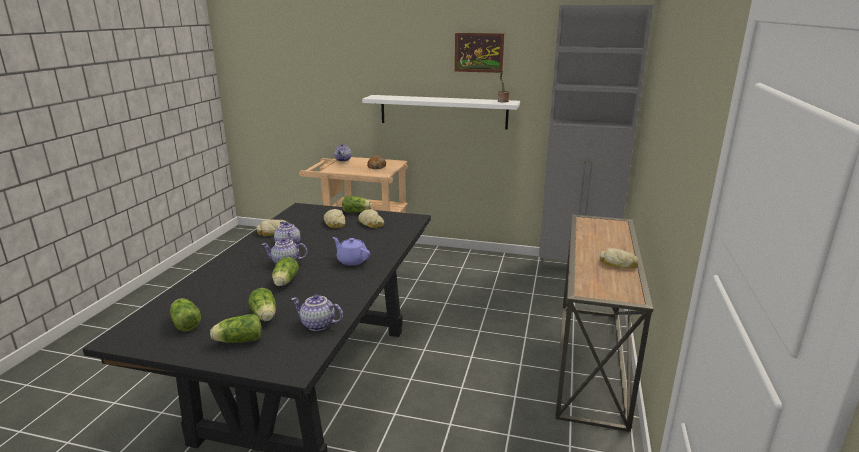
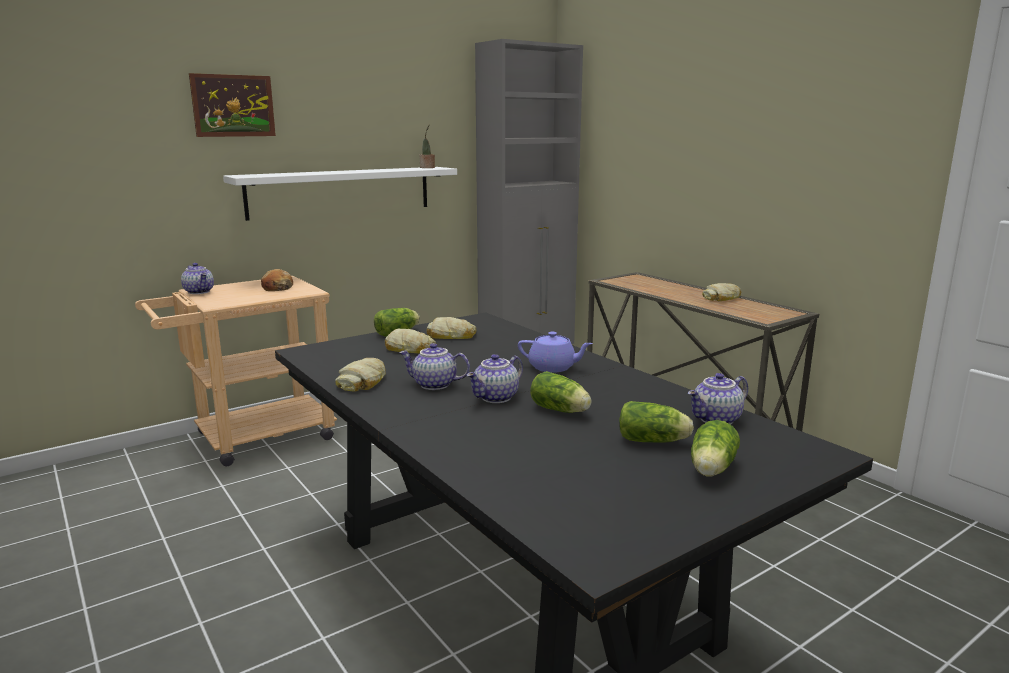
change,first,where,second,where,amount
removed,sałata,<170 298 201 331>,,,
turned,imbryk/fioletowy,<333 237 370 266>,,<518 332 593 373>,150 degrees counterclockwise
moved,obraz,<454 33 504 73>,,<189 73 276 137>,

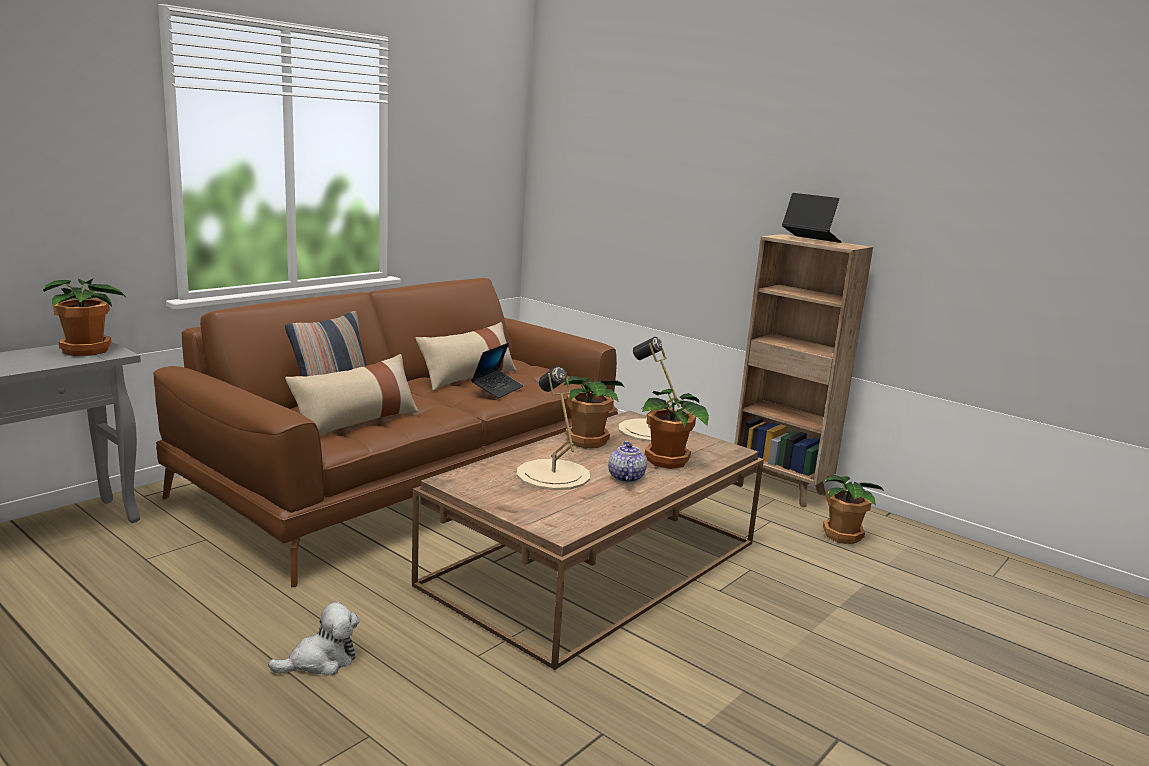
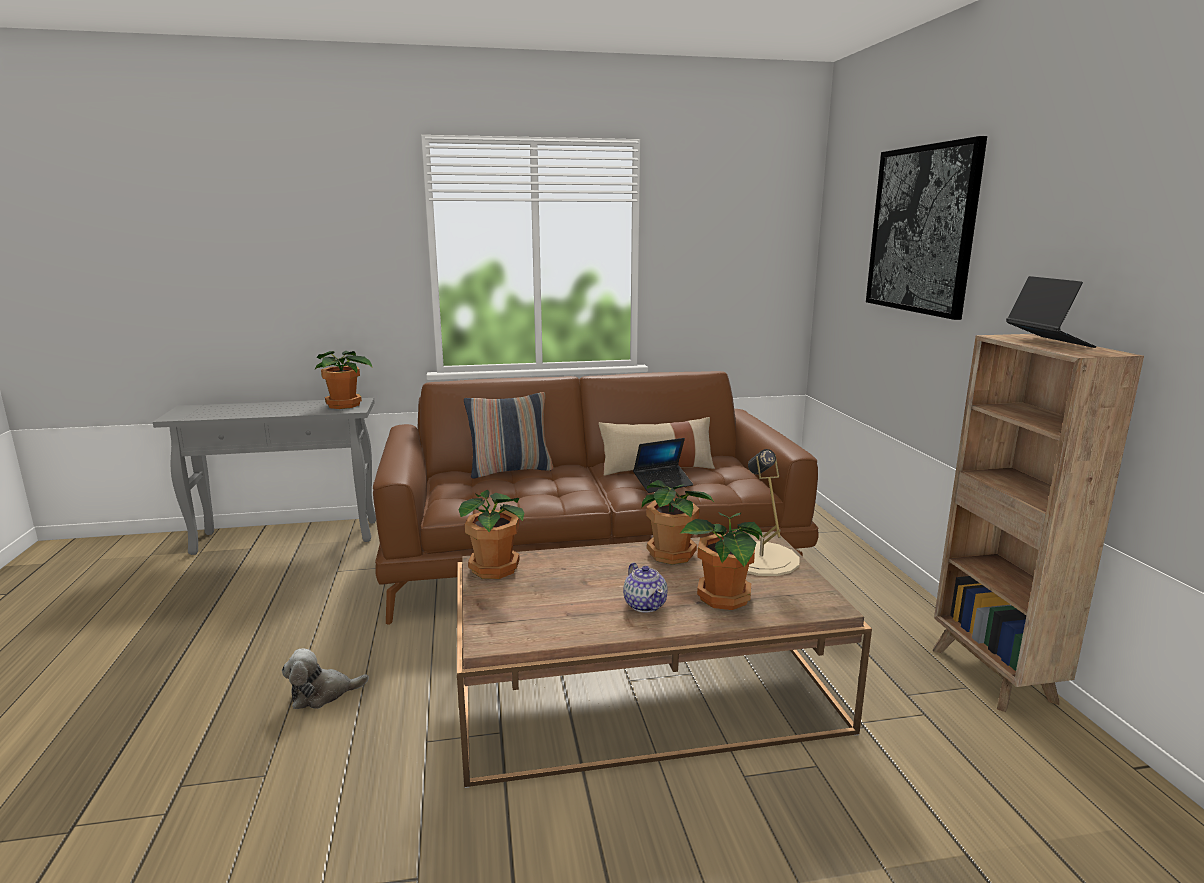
change,first,where,second,where,amount
turned,pluszak,<268 602 359 676>,,<282 648 369 709>,150 degrees clockwise
removed,poduszka/beżowy,<285 354 419 436>,,,
removed,lampa stołowa/beżowy,<517 366 590 490>,,,
turned,imbryk,<608 441 647 483>,,<623 563 668 613>,120 degrees clockwise
moved,roślina doniczkowa,<823 475 885 544>,,<459 490 525 579>,
added,,,obraz,<866 136 987 320>,

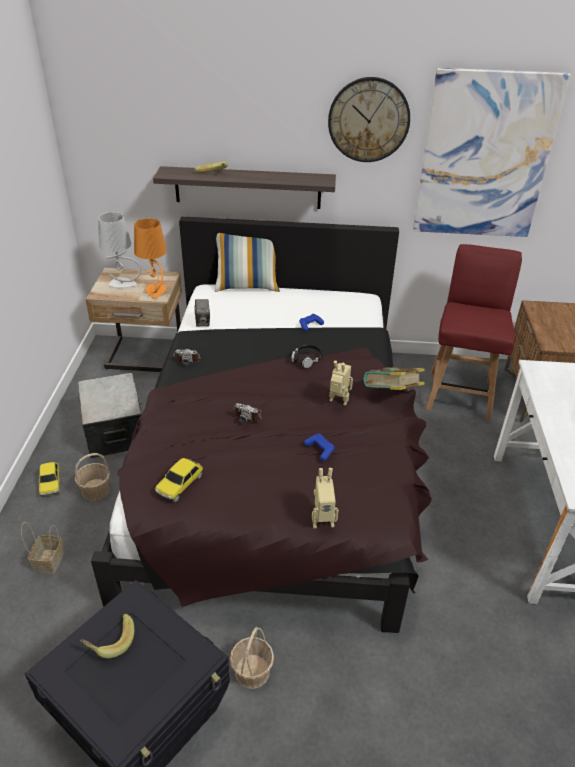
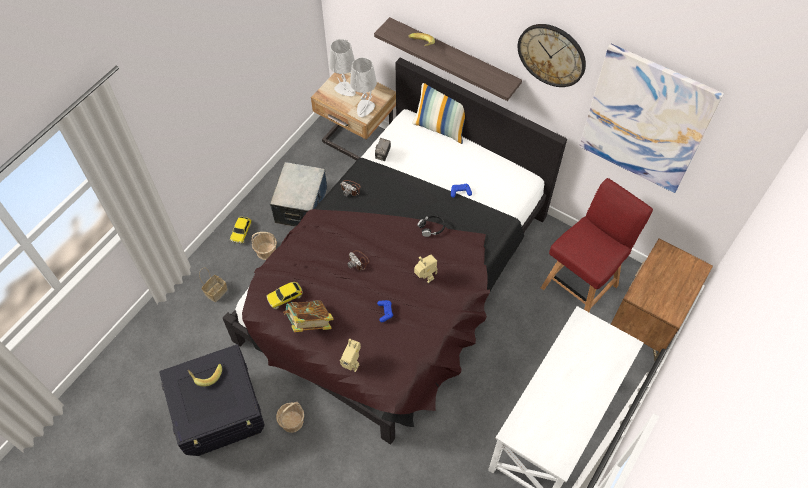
change,first,where,second,where,amount
recoloured,lampa stołowa/pomarańczowy,<134 218 167 298>,lampa stołowa/szary,<350 57 377 117>,
moved,książka,<363 367 424 390>,,<283 300 334 332>,

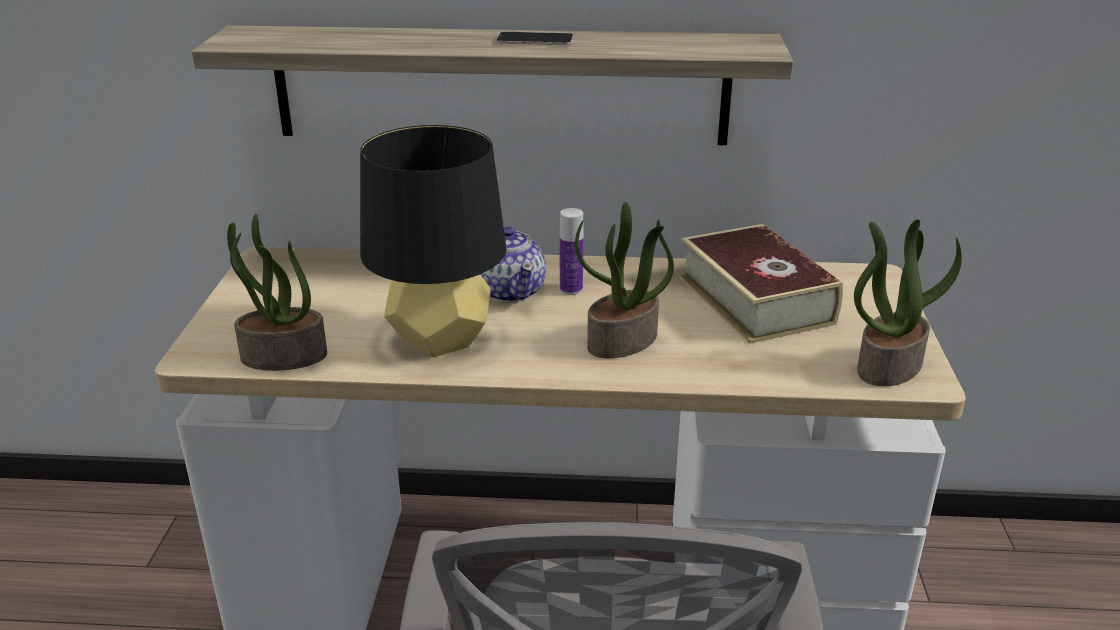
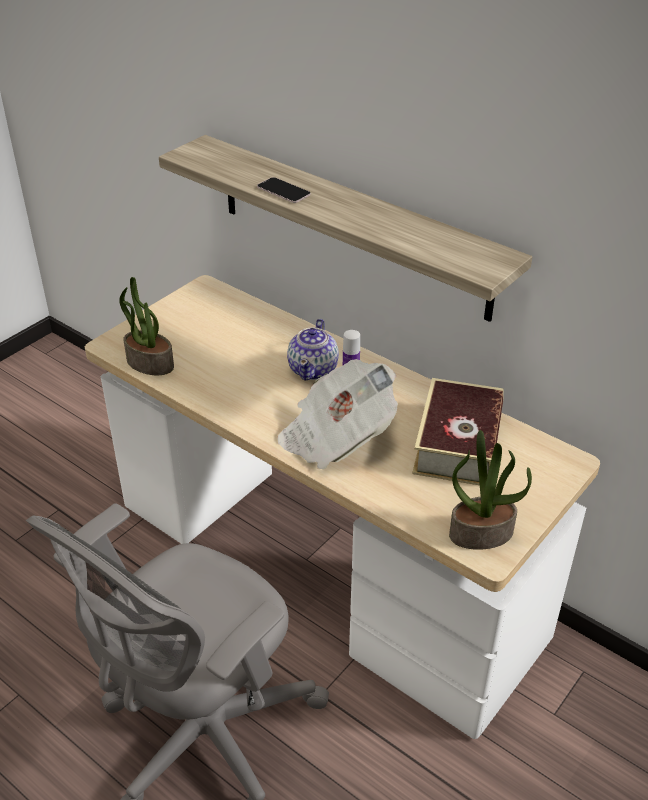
change,first,where,second,where,amount
removed,lampa stołowa/czarny,<360 125 507 357>,,,
moved,telefon,<496 32 574 45>,,<257 177 311 203>,
replaced,roślina doniczkowa,<575 202 674 359>,gazeta,<277 359 398 470>,

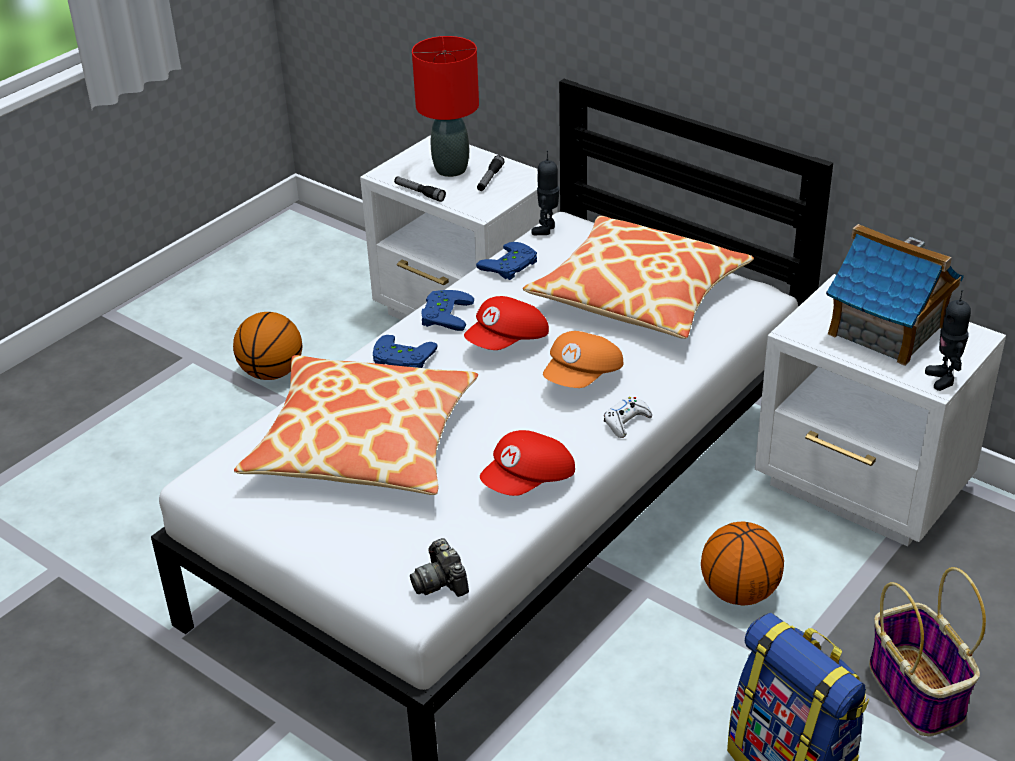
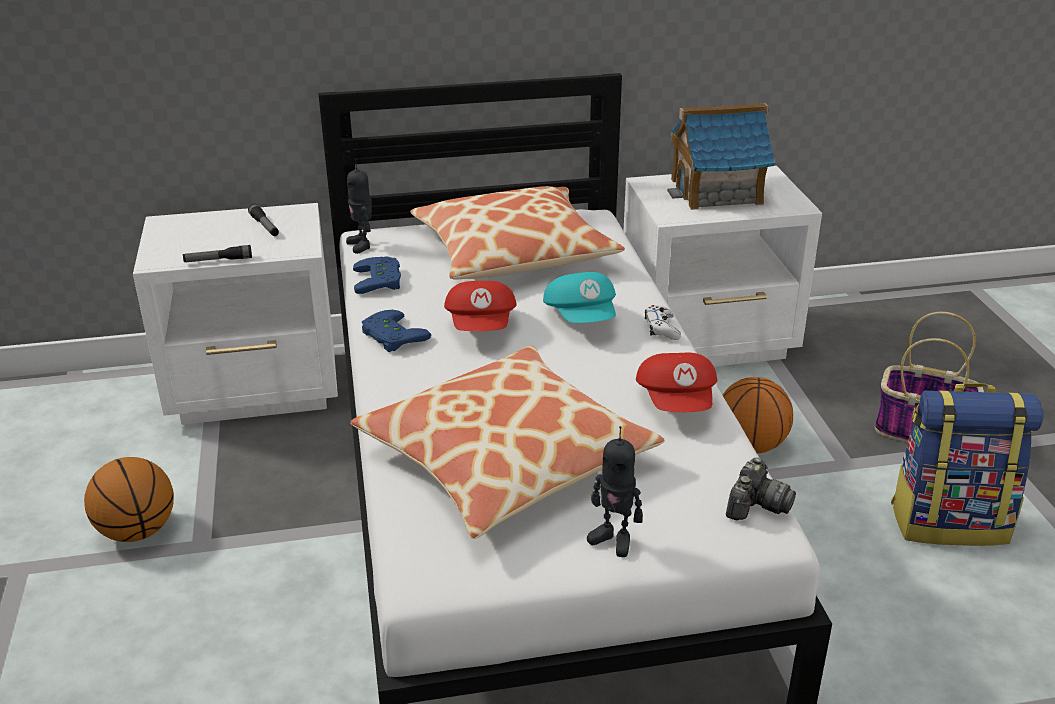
change,first,where,second,where,amount
removed,pad do gier/niebieski,<373 335 438 368>,,,
turned,aparat fotograficzny,<410 538 469 597>,,<726 458 796 520>,75 degrees counterclockwise
removed,lampa stołowa/czerwony,<412 36 479 177>,,,
recoloured,czapka z daszkiem/pomarańczowy,<543 331 623 388>,czapka z daszkiem/turkusowy,<543 272 616 323>,
moved,robot zabawkowy,<925 290 971 391>,,<587 426 643 557>,

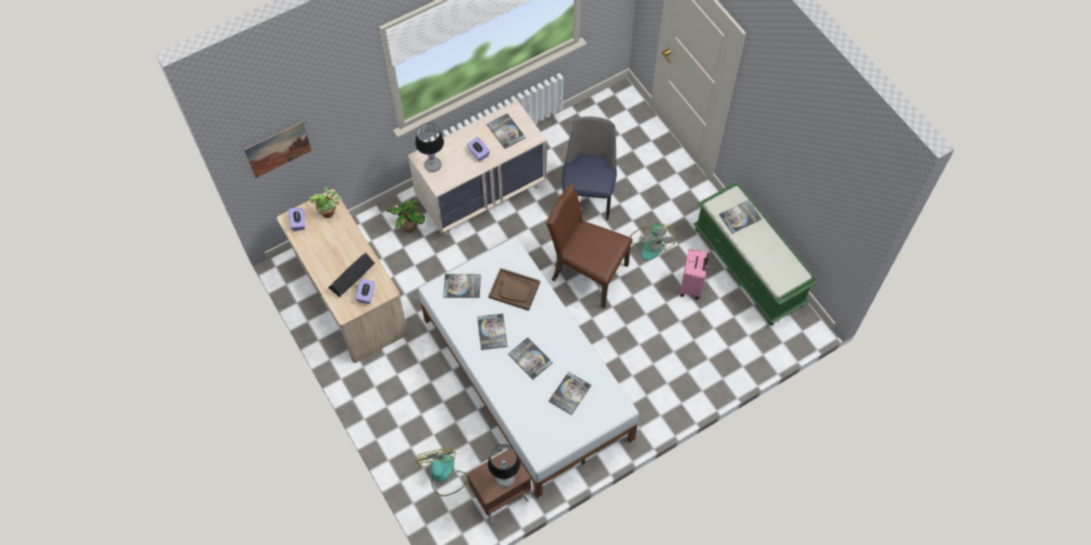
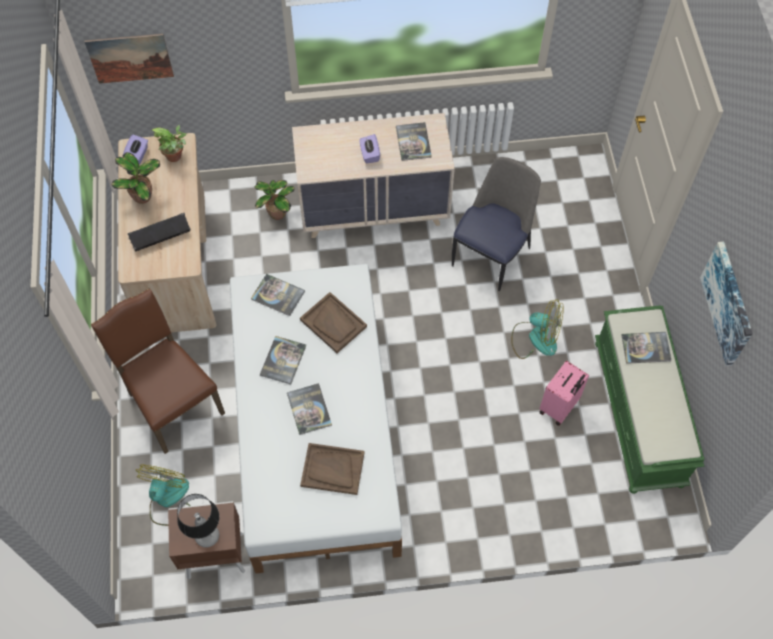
change,first,where,second,where,amount
removed,pudełko chusteczek/fioletowy,<356 279 375 304>,,,
removed,lampa stołowa,<415 123 444 172>,,,
moved,krzesło/brązowy,<546 184 633 308>,,<91 289 225 454>,
replaced,książka,<548 372 591 415>,taca/brązowy,<300 443 365 495>,
turned,wentylator,<630 223 678 260>,,<511 299 564 359>,90 degrees counterclockwise
added,,,roślina doniczkowa,<111 152 160 204>,
added,,,obraz,<700 241 753 366>,

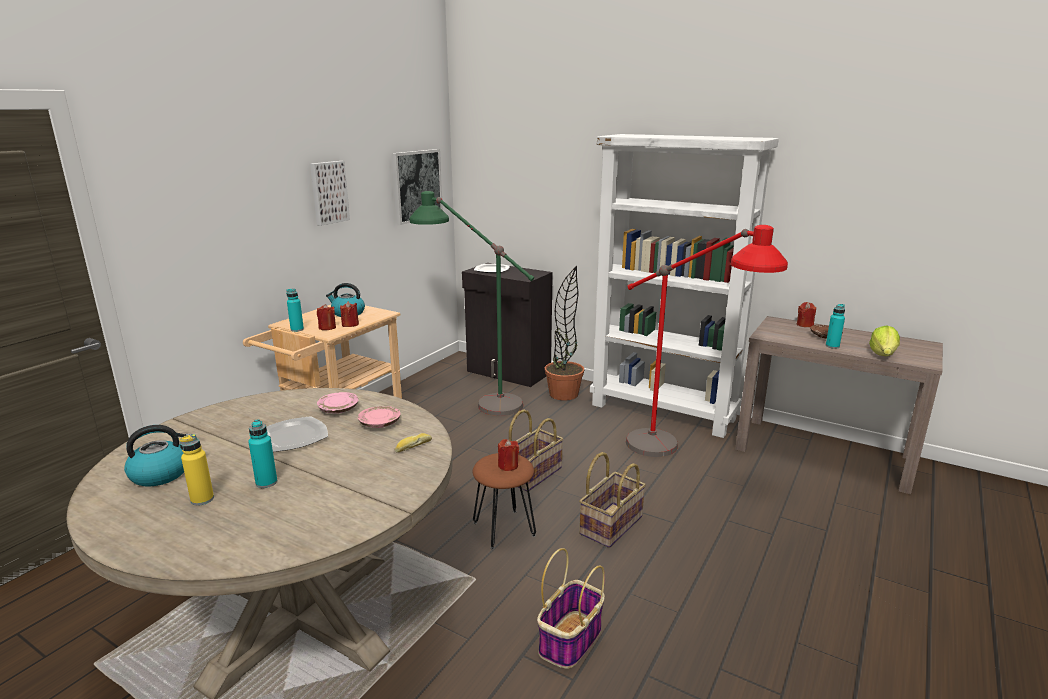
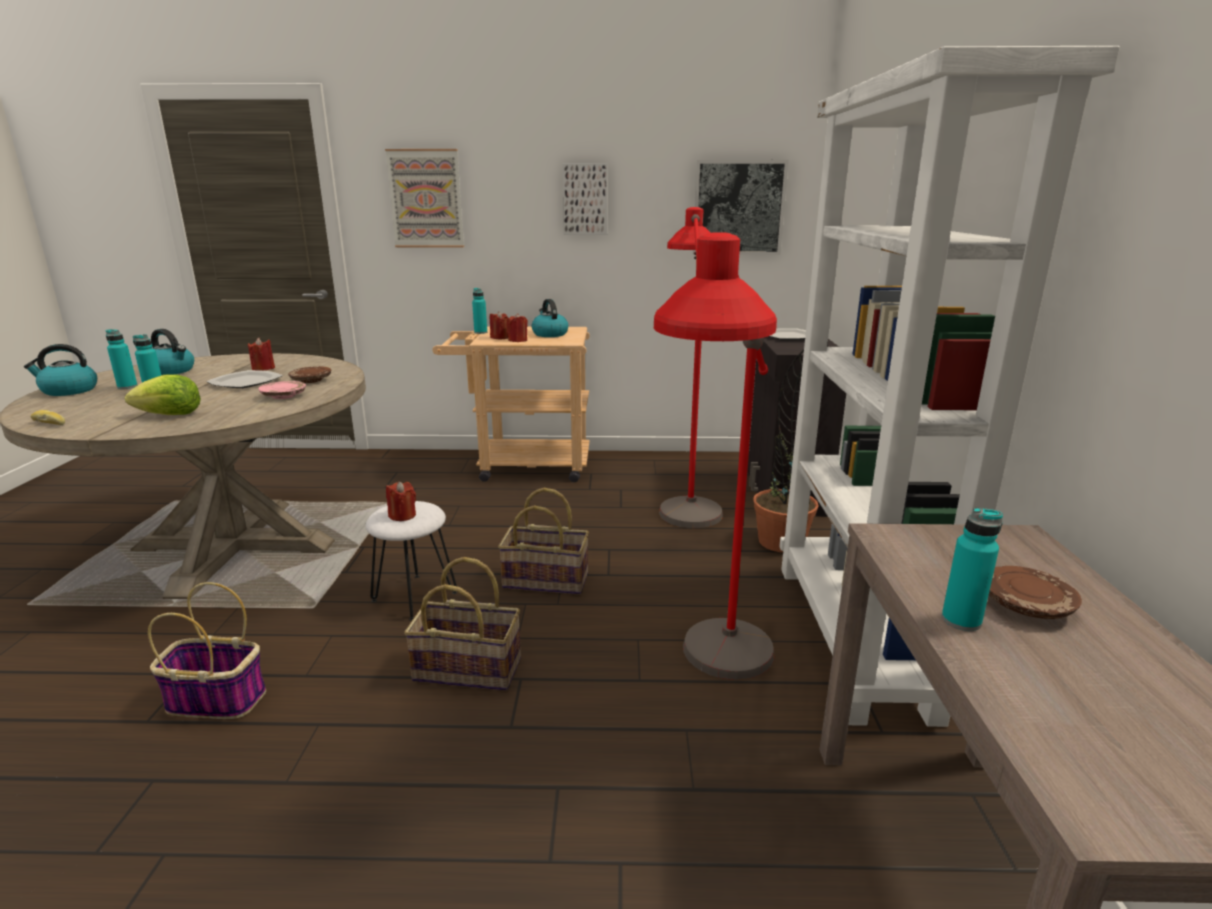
change,first,where,second,where,amount
recoloured,butelka/żółty,<180 434 214 506>,butelka/turkusowy,<106 329 138 389>,
recoloured,talerz/różowy,<317 392 358 414>,talerz/brązowy,<288 366 332 383>,
moved,chleb,<394 433 432 452>,,<30 410 65 425>,
recoloured,lampa stojąca/zielony,<410 191 534 416>,lampa stojąca/czerwony,<659 207 723 528>,
recoloured,stołek/brązowy,<473 453 536 550>,stołek/biały,<366 501 457 620>,
moved,świeca/czerwony,<797 302 816 327>,,<248 338 275 371>,
moved,sałata,<869 325 900 356>,,<125 374 201 415>,
added,,,czajnik,<24 344 97 396>,
added,,,obraz,<385 149 464 247>,

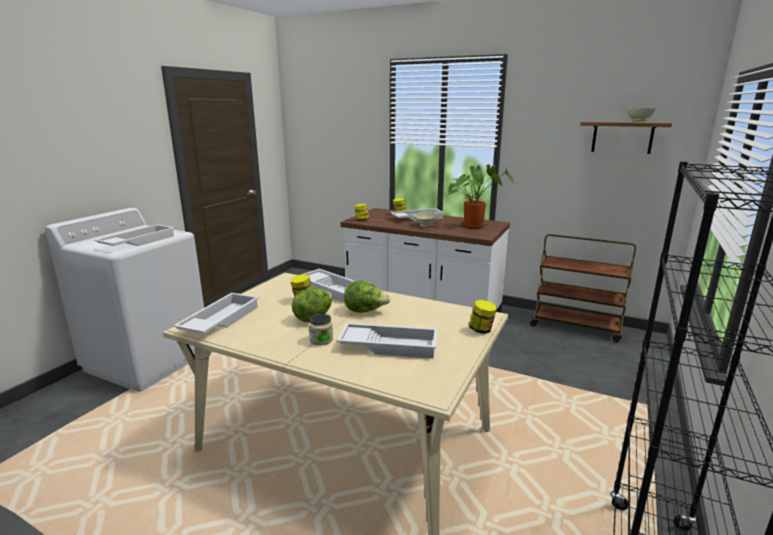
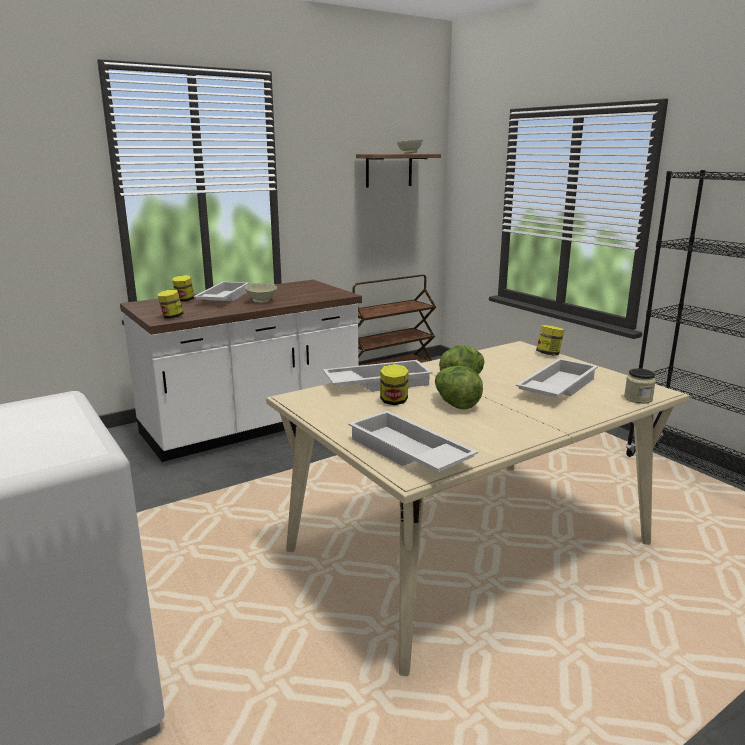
change,first,where,second,where,amount
removed,taca/biały,<94 224 175 246>,,,
moved,słoik,<309 314 333 346>,,<624 368 656 404>,
removed,roślina doniczkowa,<448 165 513 228>,,,

